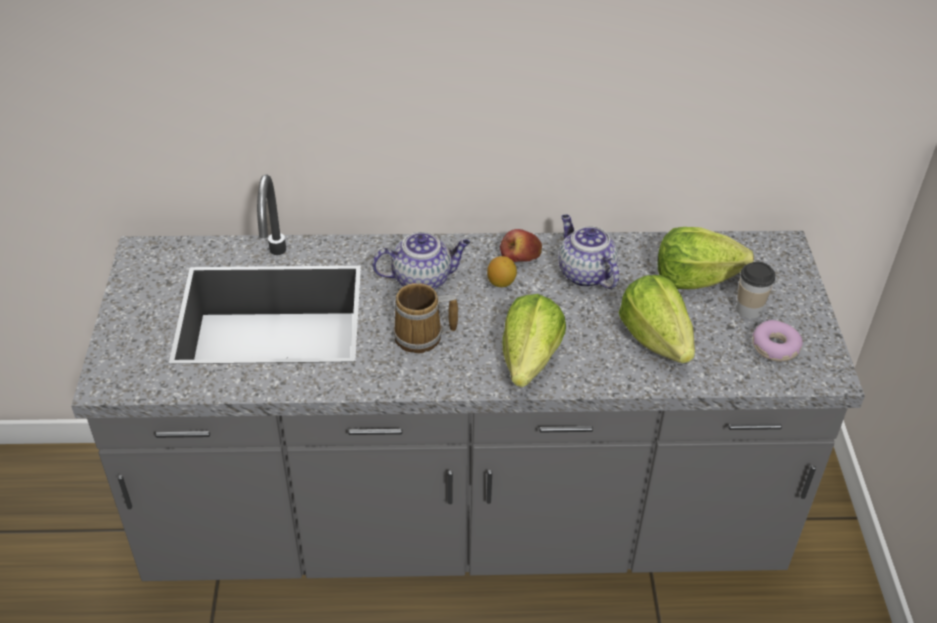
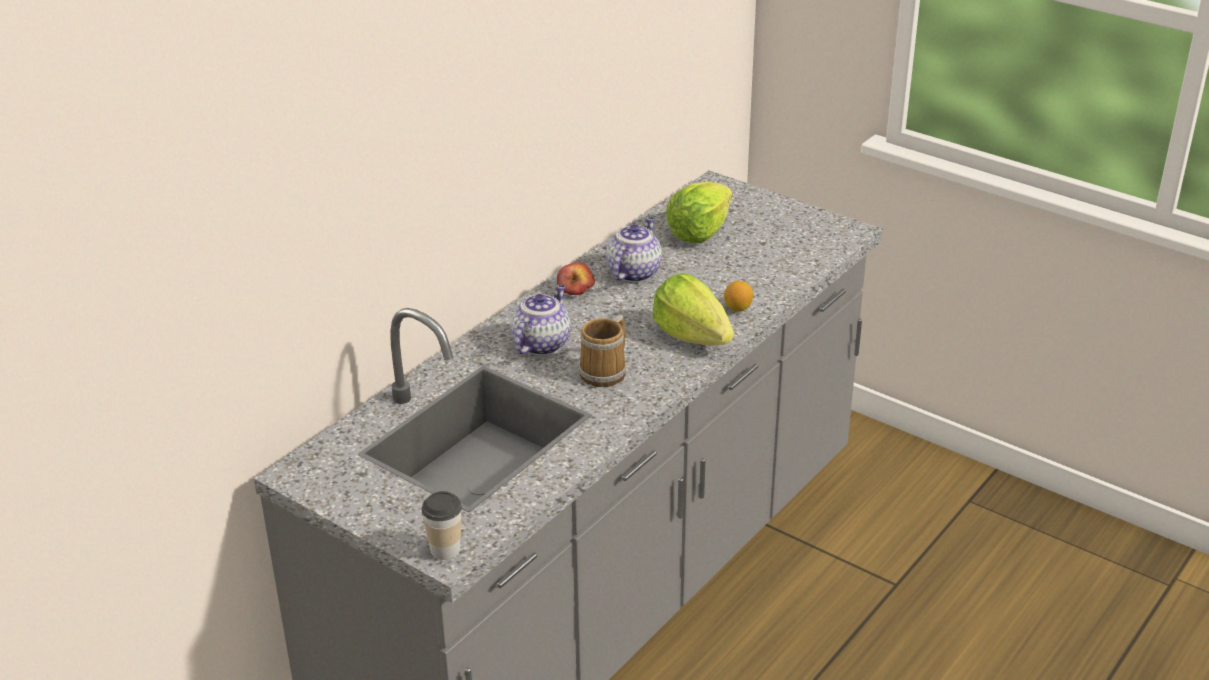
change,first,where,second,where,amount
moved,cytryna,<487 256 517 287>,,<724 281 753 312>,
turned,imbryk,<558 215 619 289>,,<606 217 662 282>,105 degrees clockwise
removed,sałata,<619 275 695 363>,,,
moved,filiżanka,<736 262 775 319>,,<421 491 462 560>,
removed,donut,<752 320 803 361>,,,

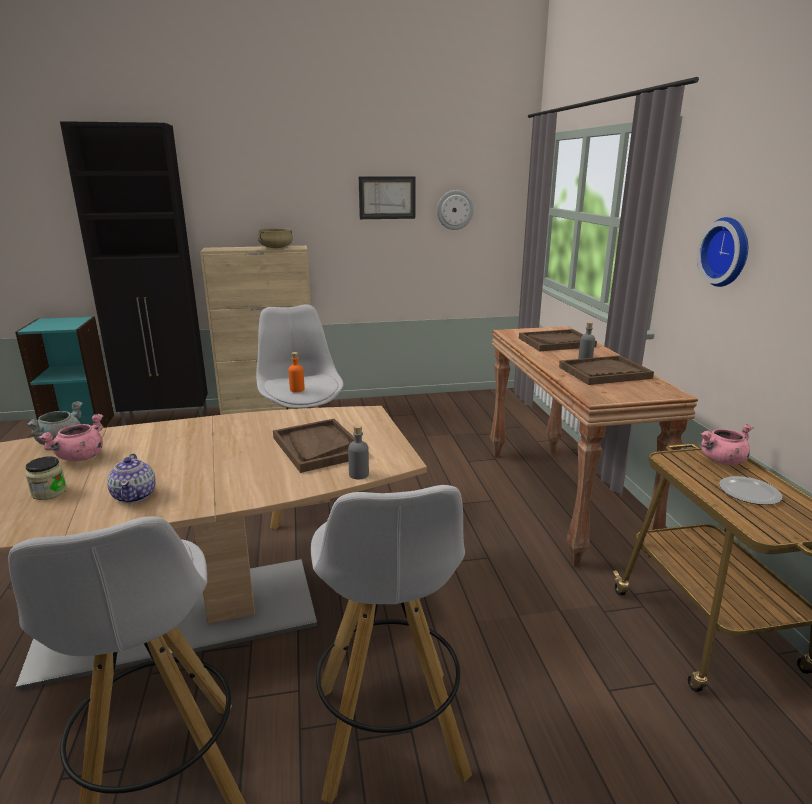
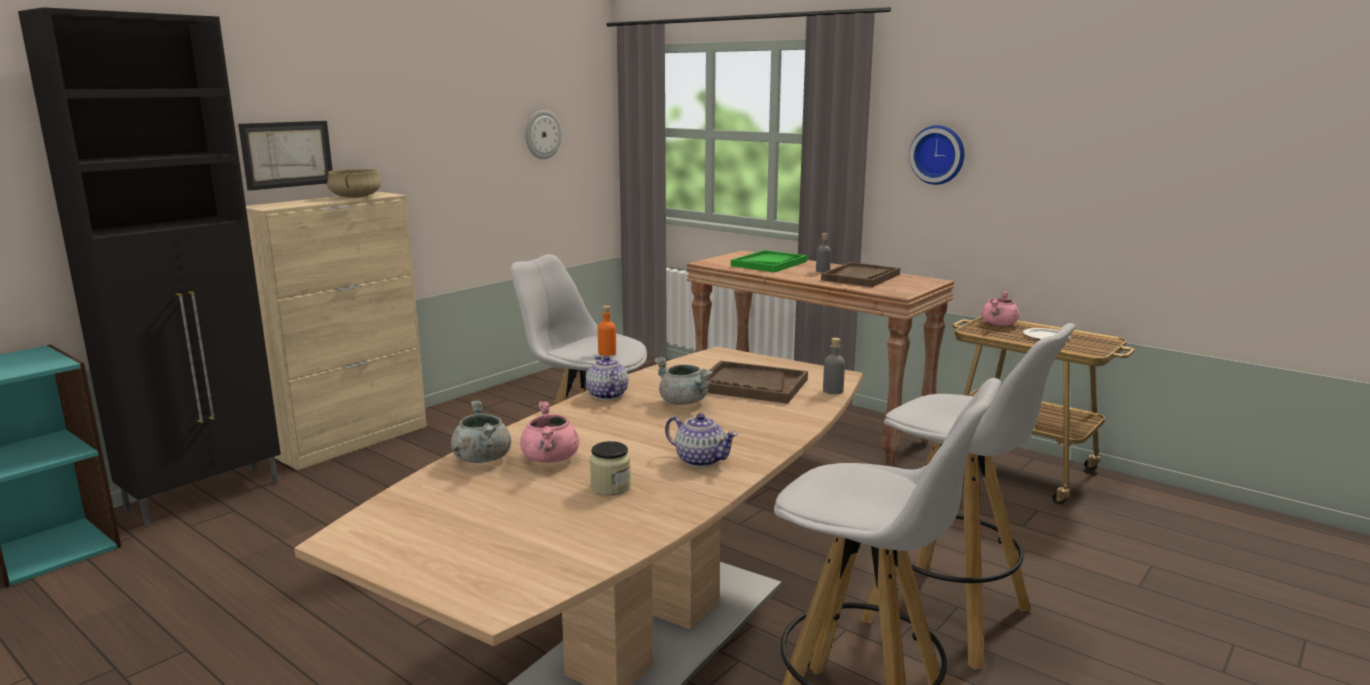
change,first,where,second,where,amount
moved,obraz,<359 176 416 219>,,<238 121 333 191>,
recoloured,taca/brązowy,<519 329 597 351>,taca/zielony,<731 250 807 272>,
added,,,imbryk,<586 356 628 400>,
added,,,garnek/szary,<654 357 713 405>,

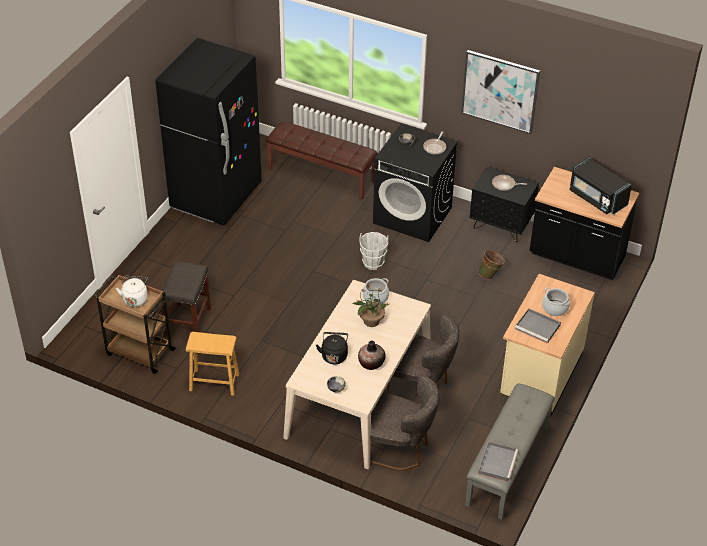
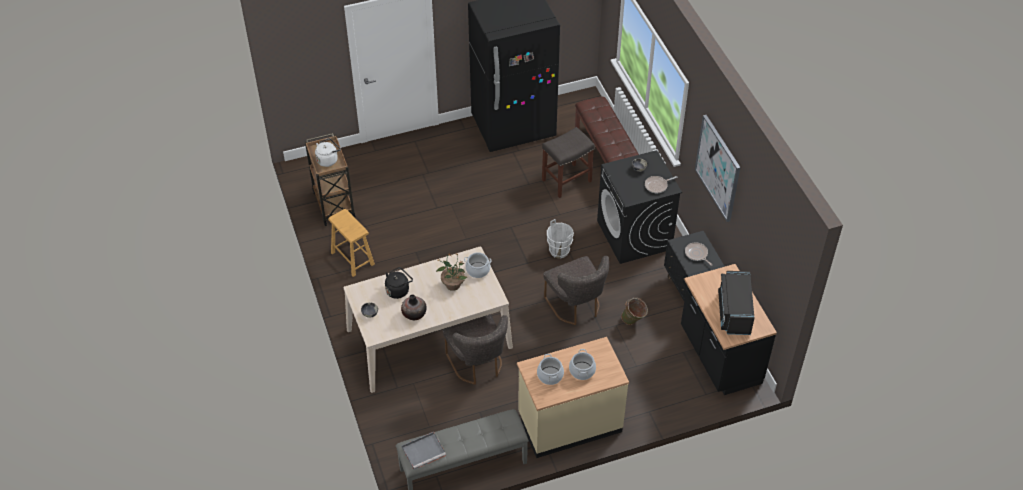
change,first,where,second,where,amount
moved,stołek/szary,<162 261 211 337>,,<542 127 595 198>,
moved,krzesło/szary,<370 374 439 470>,,<543 256 609 325>,
replaced,taca/szary,<515 308 561 344>,garnek,<537 354 564 385>,

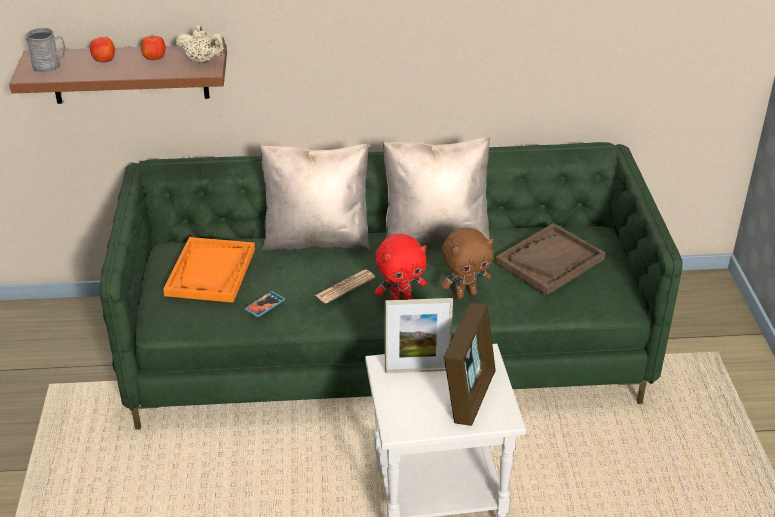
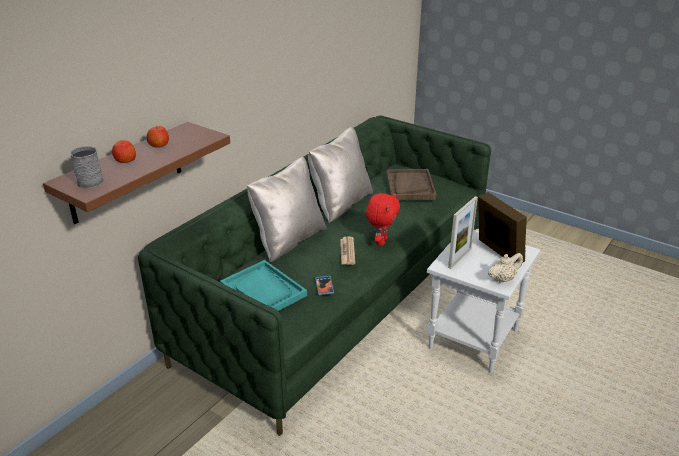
change,first,where,second,where,amount
recoloured,taca/pomarańczowy,<163 237 255 303>,taca/turkusowy,<220 260 307 311>,
moved,imbryk/beżowy,<176 25 226 63>,,<488 253 523 283>,
removed,pluszak/brązowy,<440 228 494 299>,,,

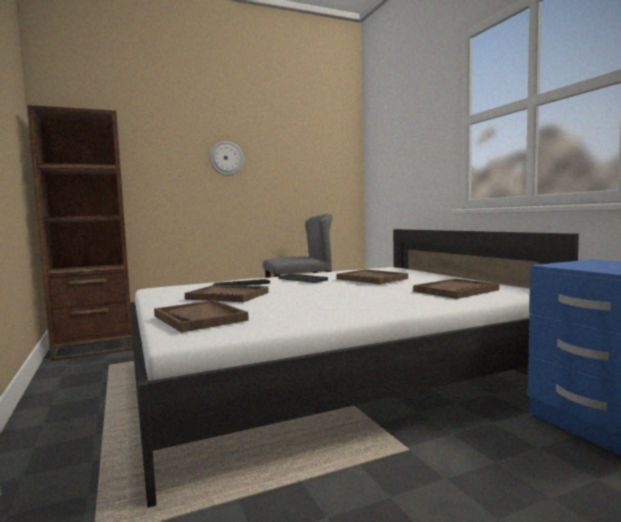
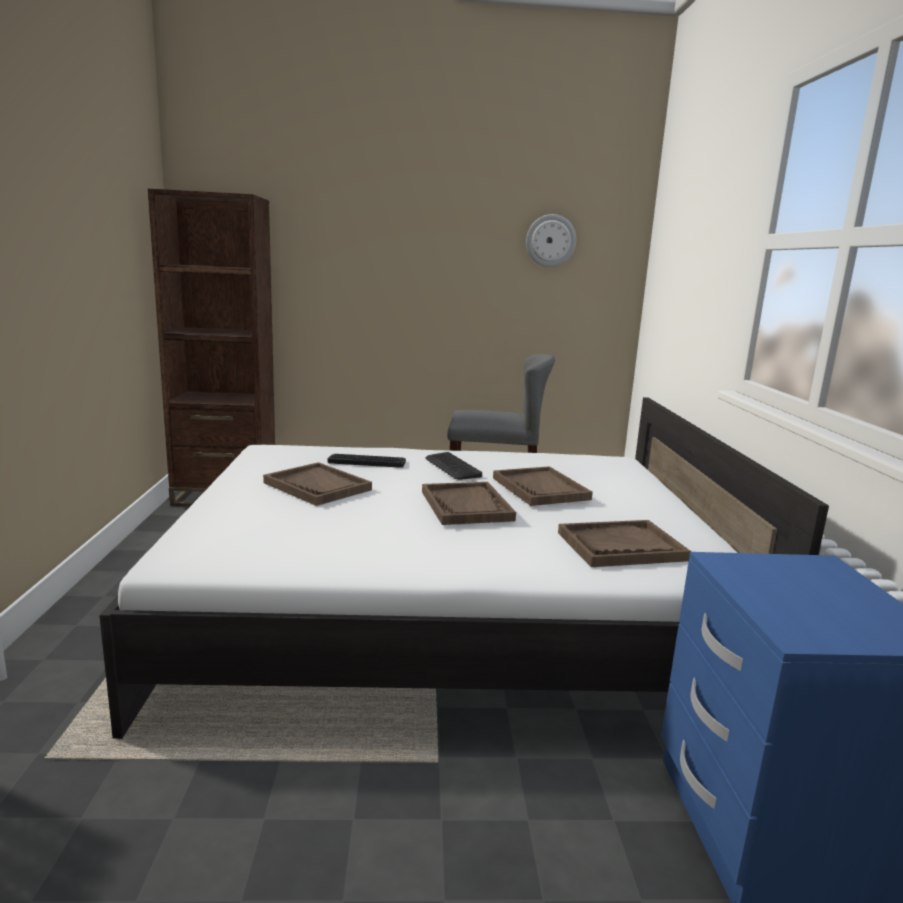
change,first,where,second,where,amount
moved,taca/brązowy,<154 300 249 333>,,<422 482 516 525>,
moved,zegar ścienny,<210 141 244 176>,,<526 214 576 267>,

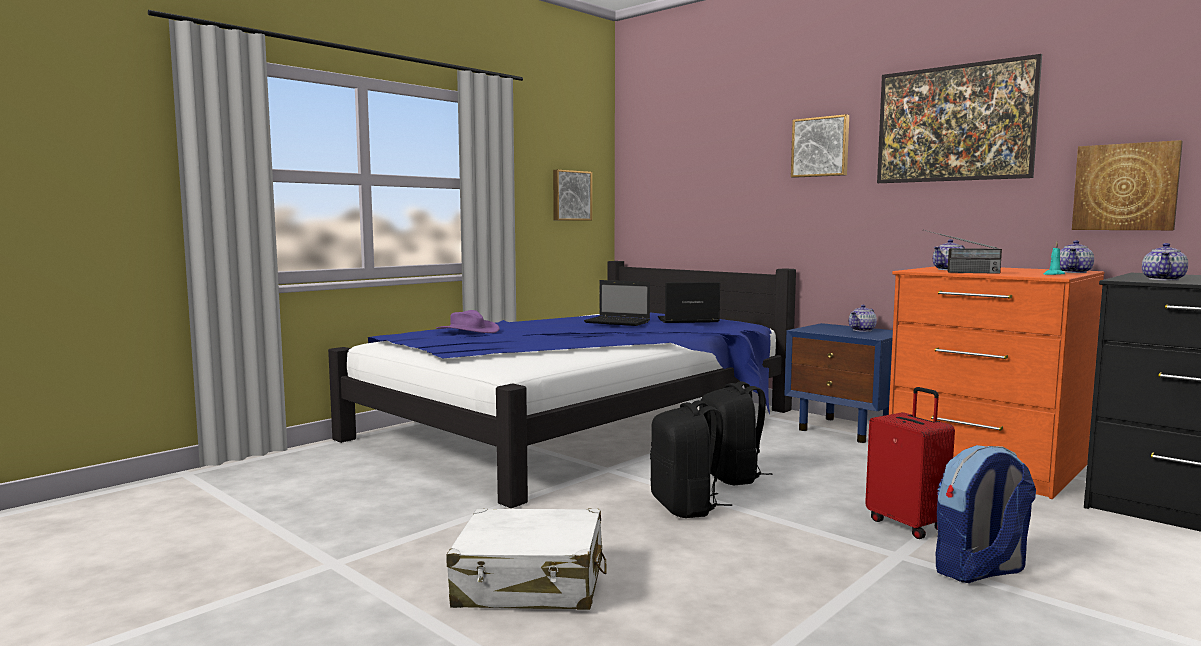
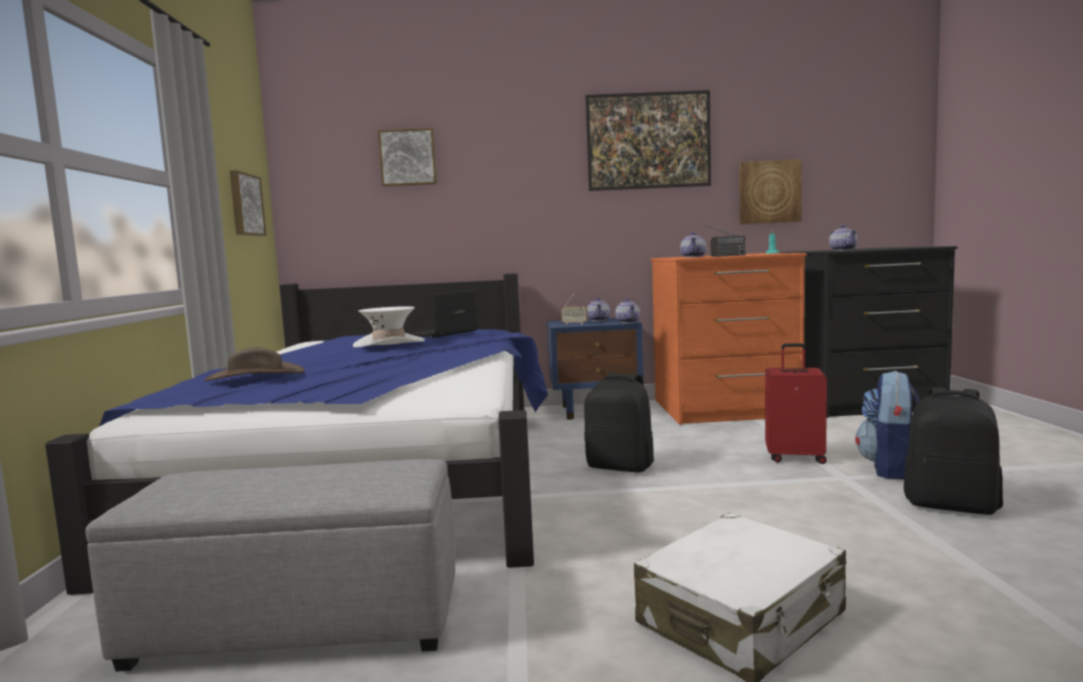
change,first,where,second,where,amount
recoloured,kapelusz/fioletowy,<436 310 500 333>,kapelusz/brązowy,<204 347 305 381>,
replaced,laptop,<584 280 650 326>,kapelusz/biały,<353 306 425 347>,
moved,plecak/czarny,<650 400 732 518>,,<904 387 1003 515>,
moved,obraz,<791 114 849 178>,,<378 128 437 187>,
moved,imbryk,<1060 240 1094 273>,,<615 298 640 323>,
added,,,pufa/szary,<86 459 455 672>,
added,,,radio,<561 292 588 325>,

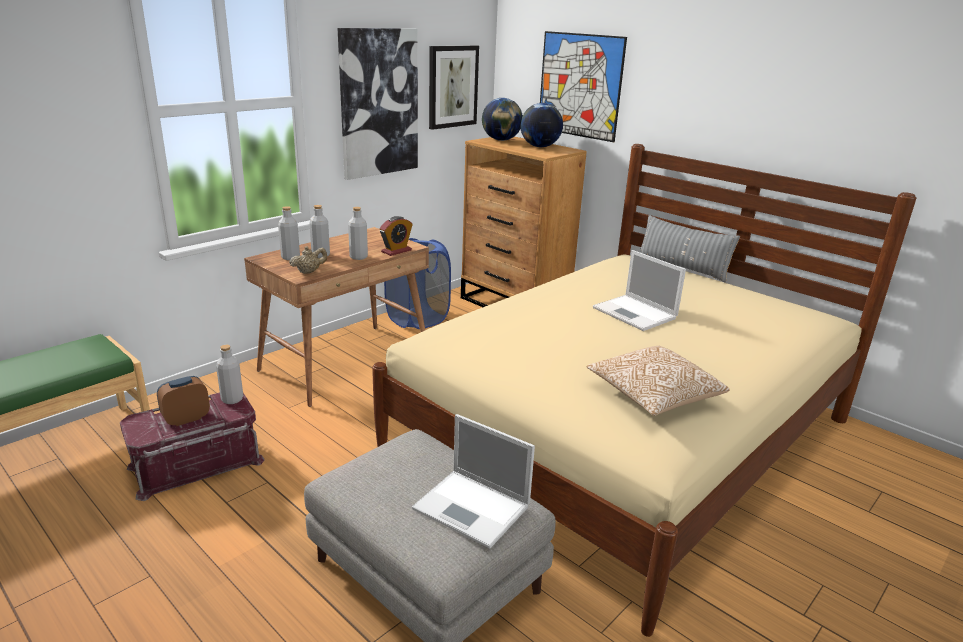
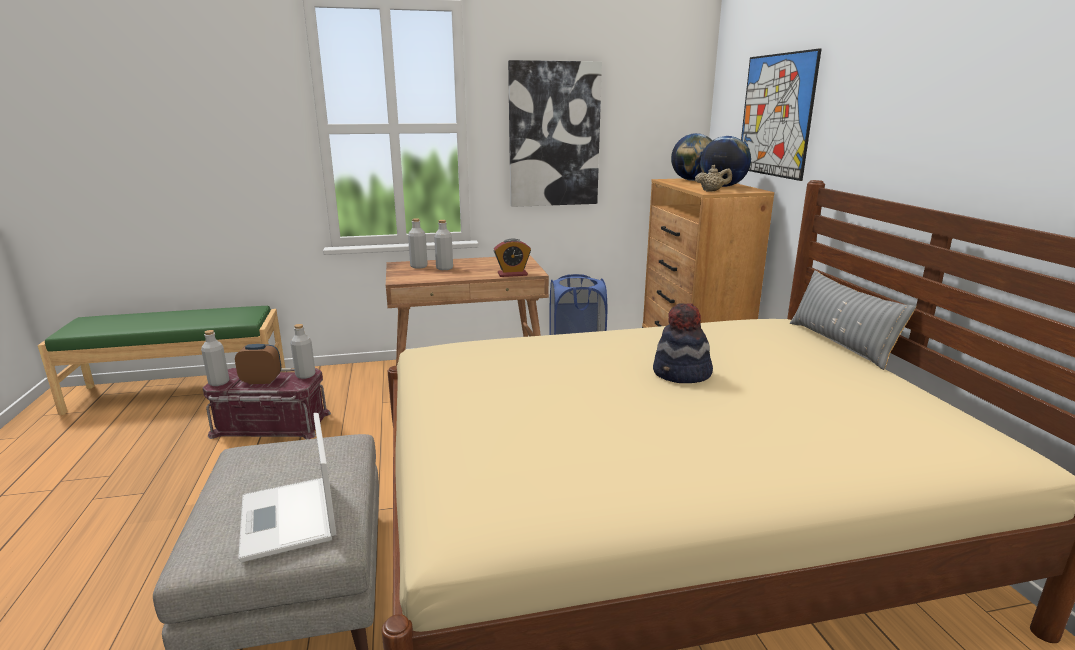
change,first,where,second,where,amount
moved,imbryk/beżowy,<290 246 327 274>,,<695 165 732 192>,
moved,butelka/szary,<348 207 368 260>,,<201 330 229 386>,
removed,obraz,<429 45 479 130>,,,
removed,poduszka,<587 346 730 416>,,,
replaced,laptop,<593 250 686 331>,kapelusz,<653 303 713 383>,

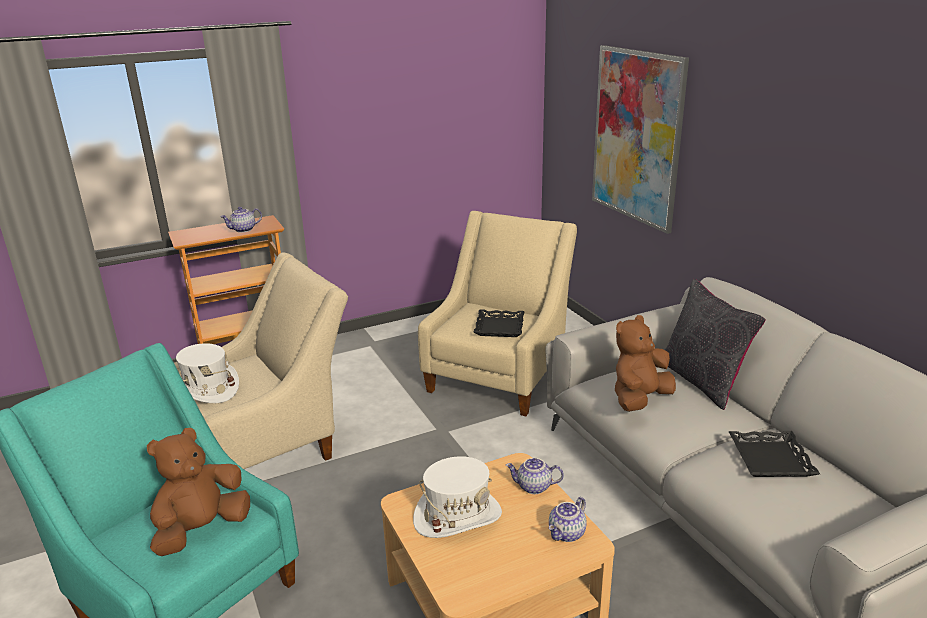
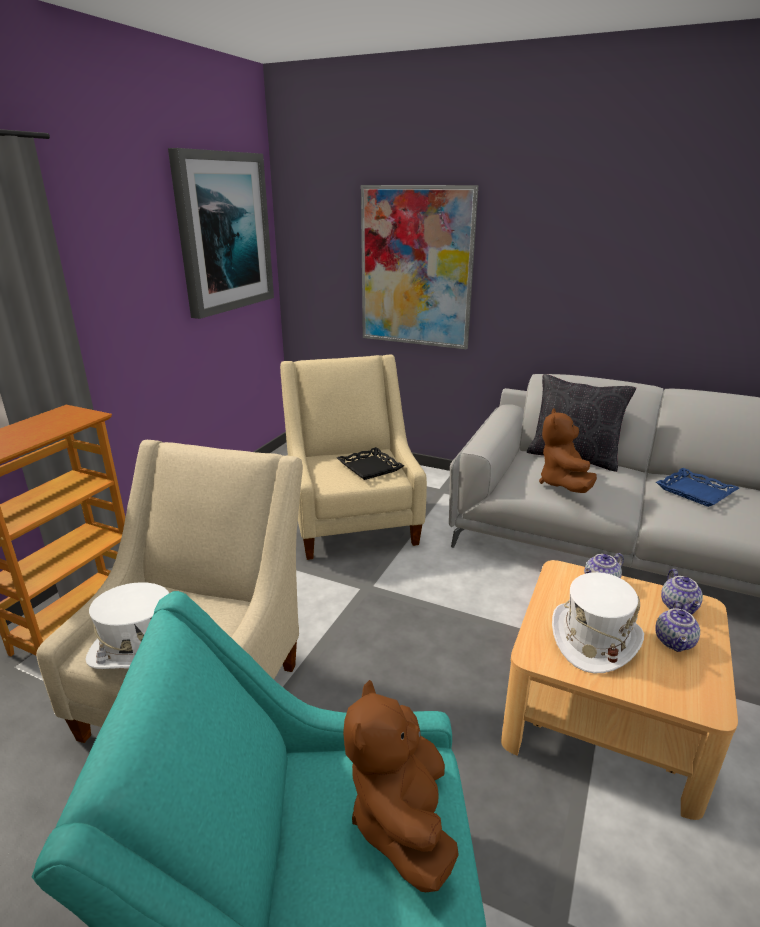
change,first,where,second,where,amount
moved,imbryk,<221 207 262 233>,,<655 601 700 652>,
recoloured,taca/czarny,<728 431 820 477>,taca/niebieski,<656 468 739 507>,
added,,,obraz,<168 148 274 319>,

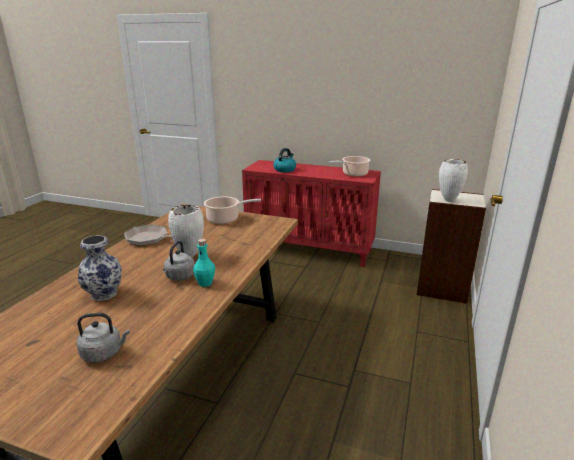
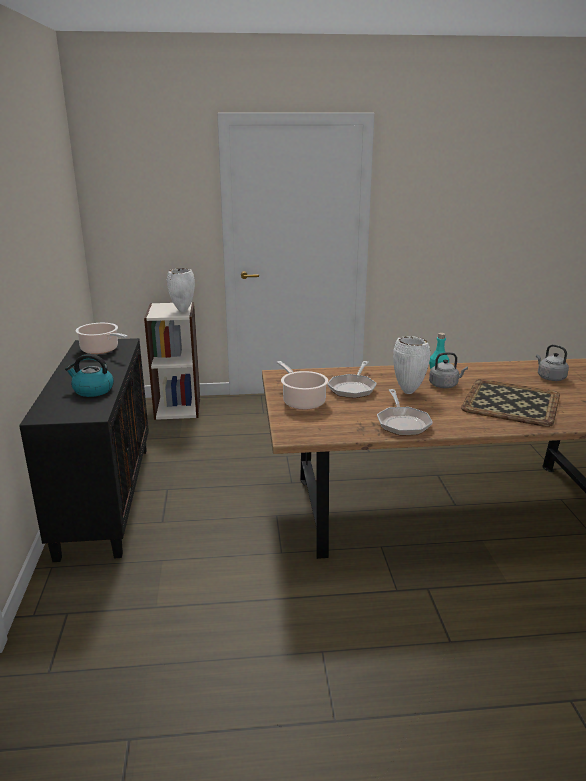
change,first,where,second,where,amount
replaced,wazon,<78 235 122 301>,taca,<461 379 560 427>,
recoloured,szafka/czerwony,<242 160 381 267>,szafka/czarny,<19 338 149 562>,
added,,,patelnia,<327 361 377 398>,

